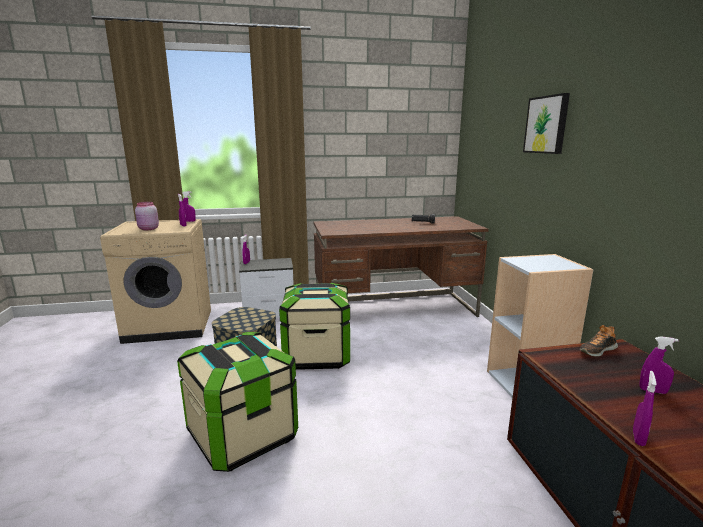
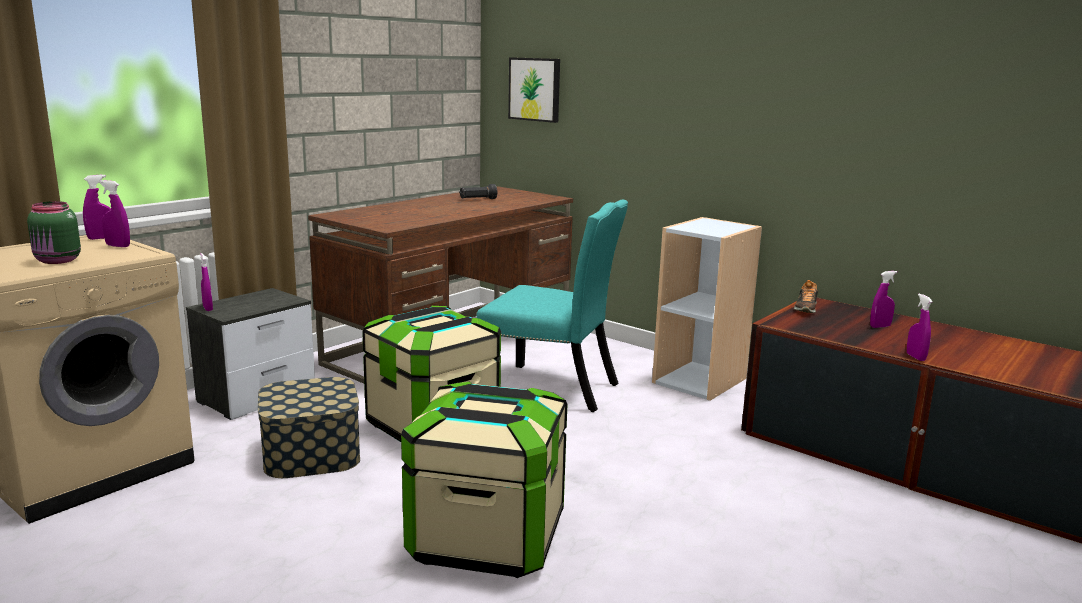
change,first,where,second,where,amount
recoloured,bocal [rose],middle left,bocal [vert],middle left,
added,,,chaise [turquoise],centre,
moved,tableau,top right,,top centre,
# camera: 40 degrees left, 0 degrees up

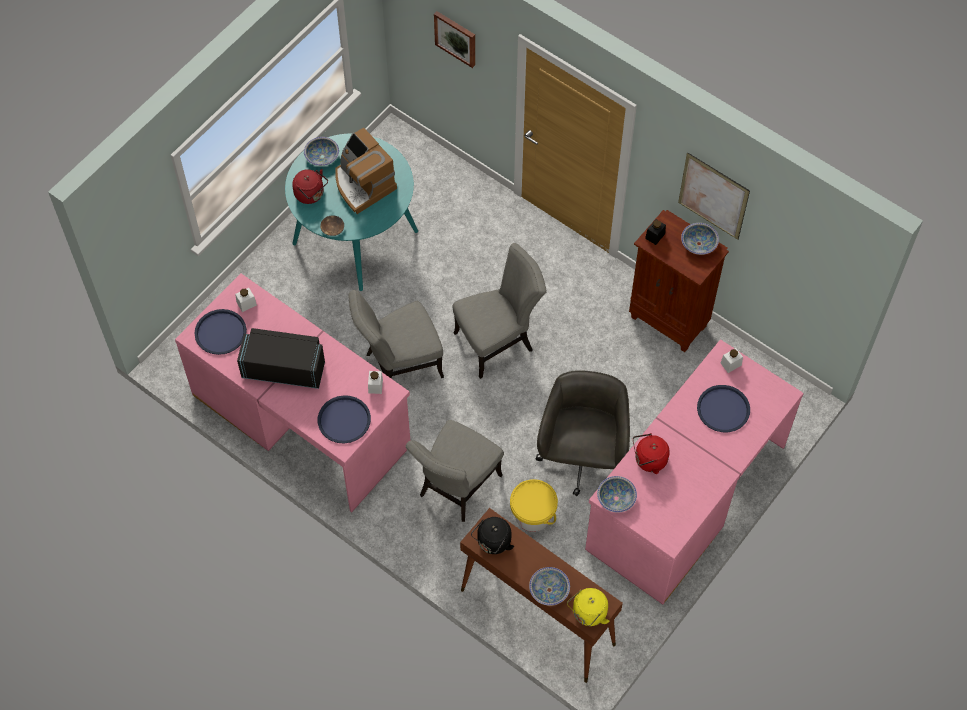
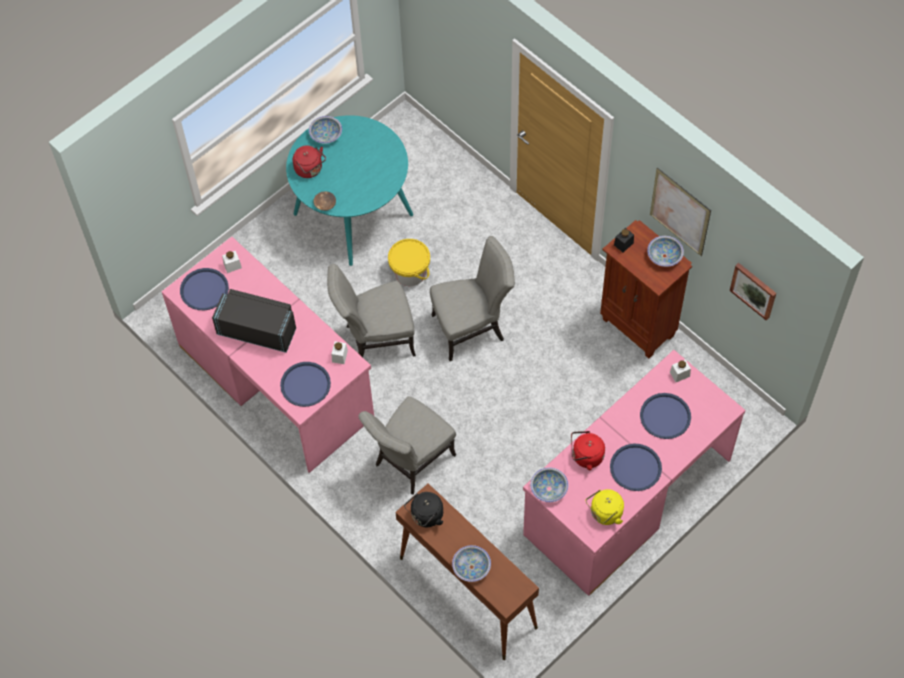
change,first,where,second,where,amount
moved,seau [jaune],bottom centre,,centre,
moved,bouilloire [jaune],bottom centre,,bottom right,
added,,,plateau [bleu] (3rd from left),bottom right,
moved,tableau (1st from left in the first image),top centre,tableau (2nd from left),middle right,
removed,machine à café,top centre,,,
removed,chaise de bureau [gris],centre,,,
# camera: 10 degrees right, 0 degrees up

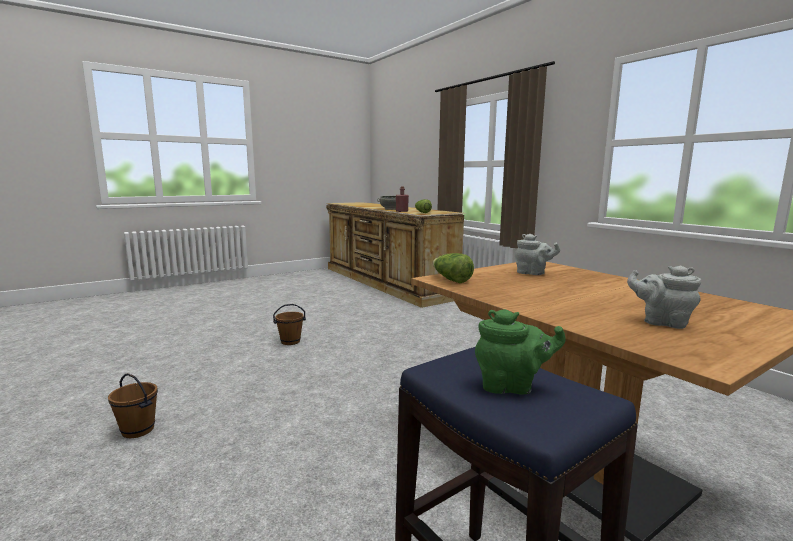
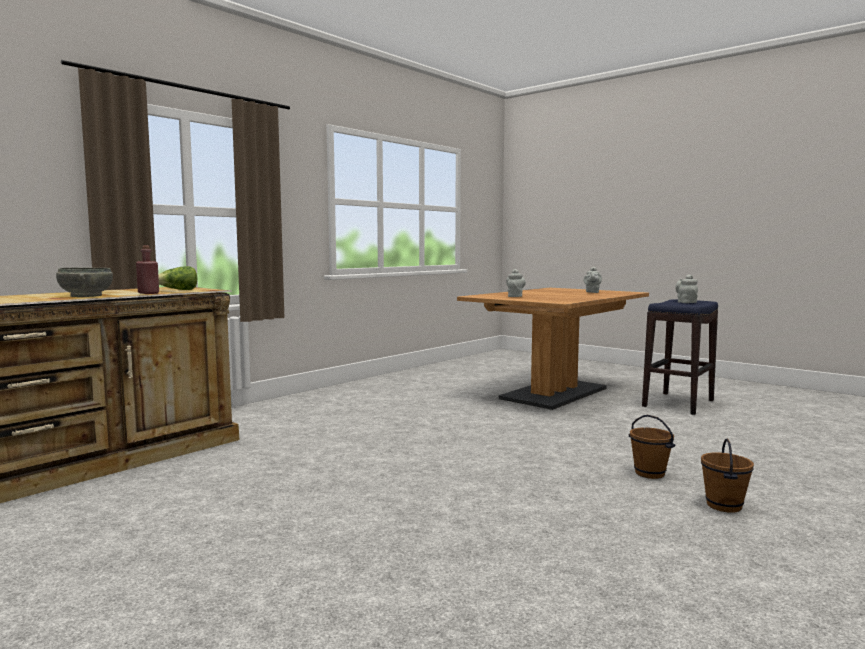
change,first,where,second,where,amount
moved,seau [marron] (2nd from left in the first image),centre,seau [marron] (1st from left),bottom right,
recoloured,théière [vert],centre,théière [gris] (3rd from left),middle right,
removed,laitue (2nd from left),centre,,,
# camera: 105 degrees left, 5 degrees down

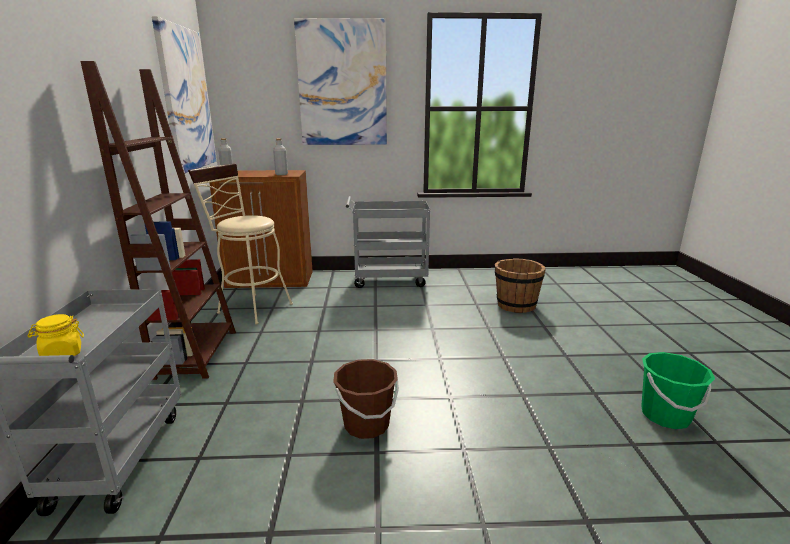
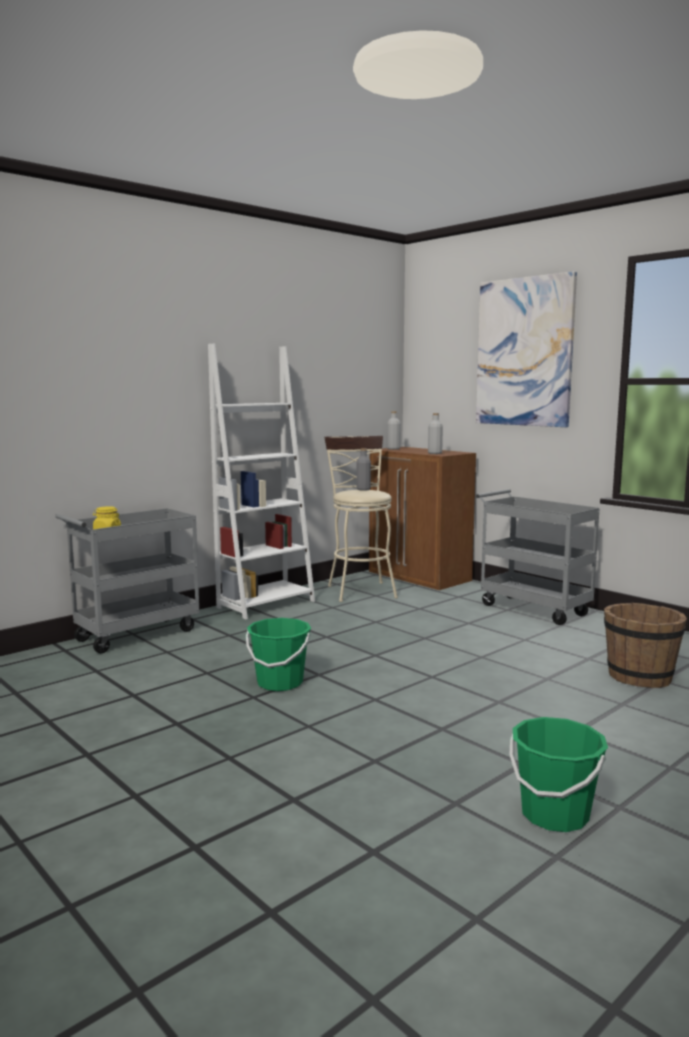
change,first,where,second,where,amount
recoloured,bibliothèque [marron],middle left,bibliothèque [blanc],centre,
recoloured,seau [marron] (1st from left),bottom centre,seau [vert] (1st from left),centre,
added,,,bouteille [gris] (1st from left),centre,
removed,tableau (1st from left),top left,,,
# camera: 50 degrees right, 10 degrees down

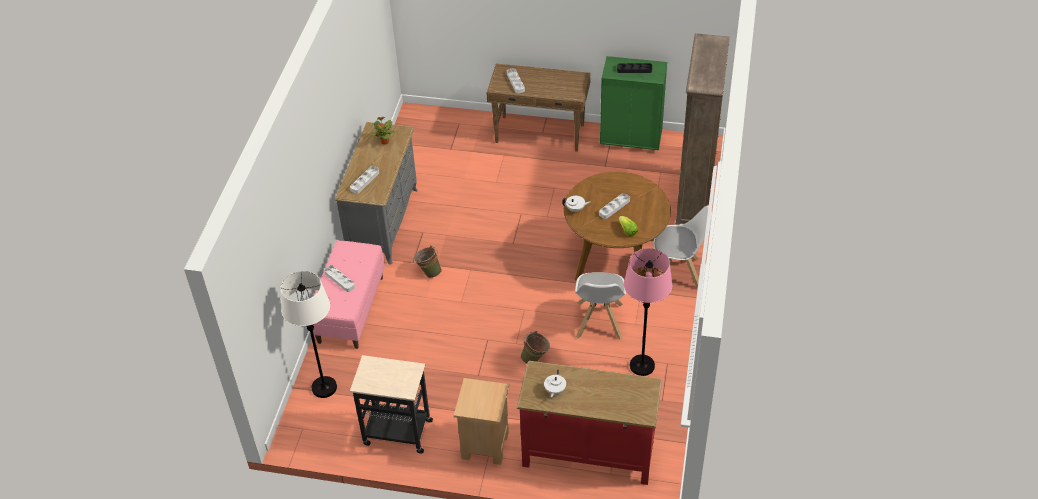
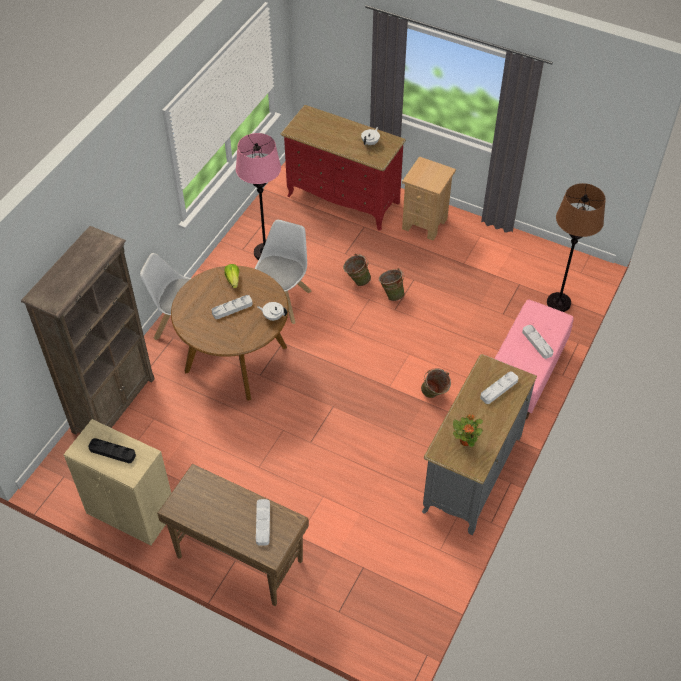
change,first,where,second,where,amount
recoloured,meuble de rangement [vert],top centre,meuble de rangement [beige],bottom left,
added,,,seau [vert] (2nd from left),centre,
recoloured,lampadaire [blanc],bottom left,lampadaire [marron],middle right,
removed,chariot,bottom centre,,,
# camera: 165 degrees left, 5 degrees up

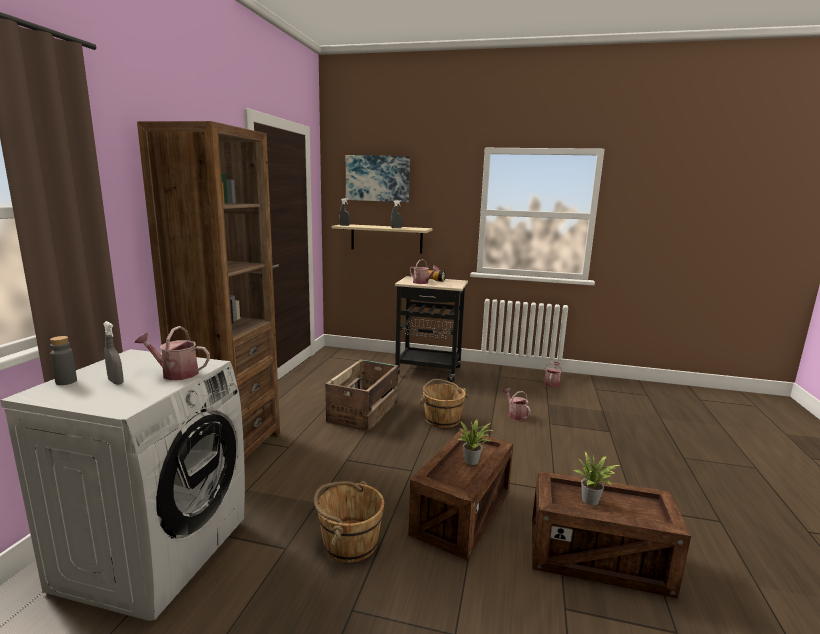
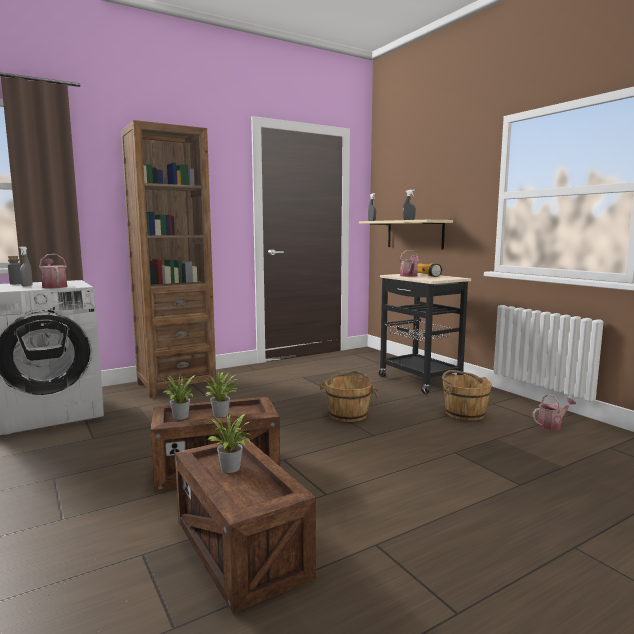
change,first,where,second,where,amount
added,,,plante en pot (1st from left),middle left,
moved,seau [marron] (1st from left in the first image),bottom centre,seau [marron] (2nd from left),middle right,
removed,caisse (1st from left),centre,,,
removed,tableau,top centre,,,
removed,arrosoir (3rd from left),centre,,,
# camera: 45 degrees right, 5 degrees down

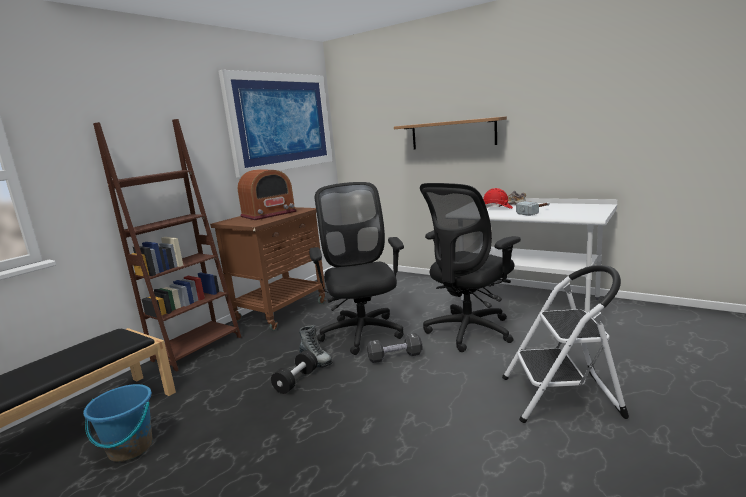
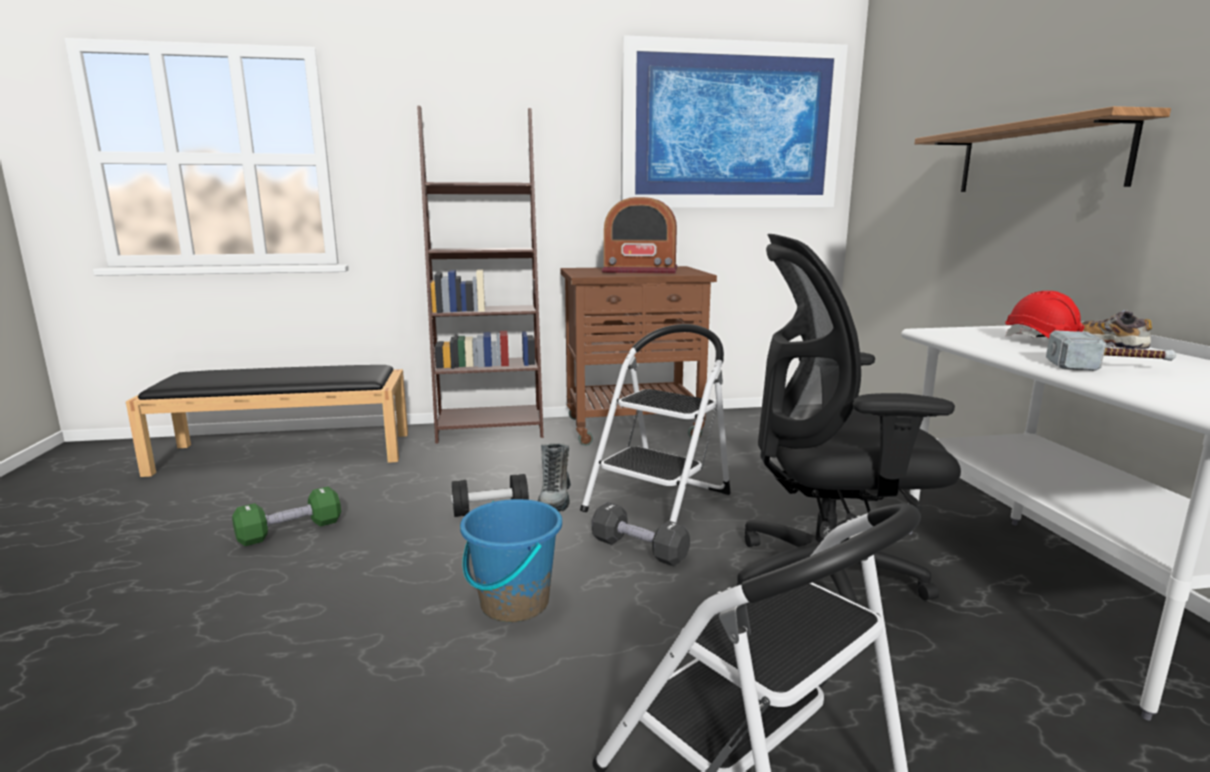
change,first,where,second,where,amount
added,,,haltère [vert],bottom left,
moved,seau [bleu],bottom left,,bottom centre,
replaced,chaise de bureau [noir] (1st from left),centre,escabeau (1st from left),centre,
# camera: 45 degrees right, 0 degrees up

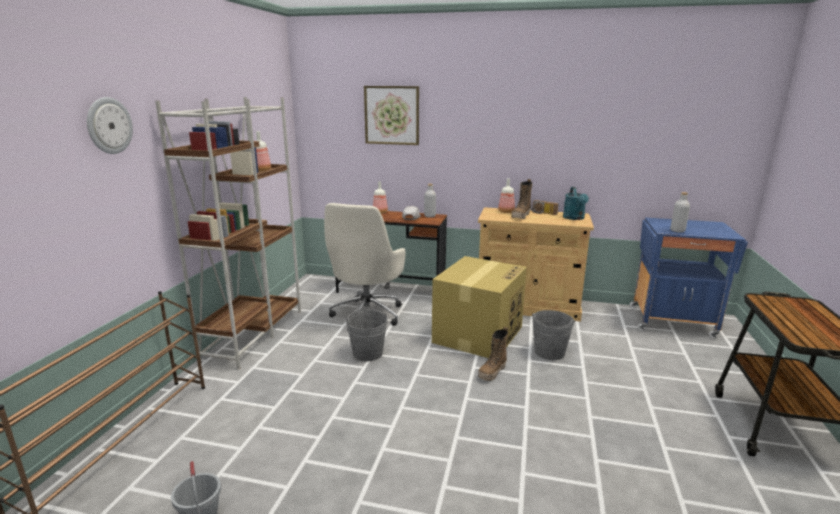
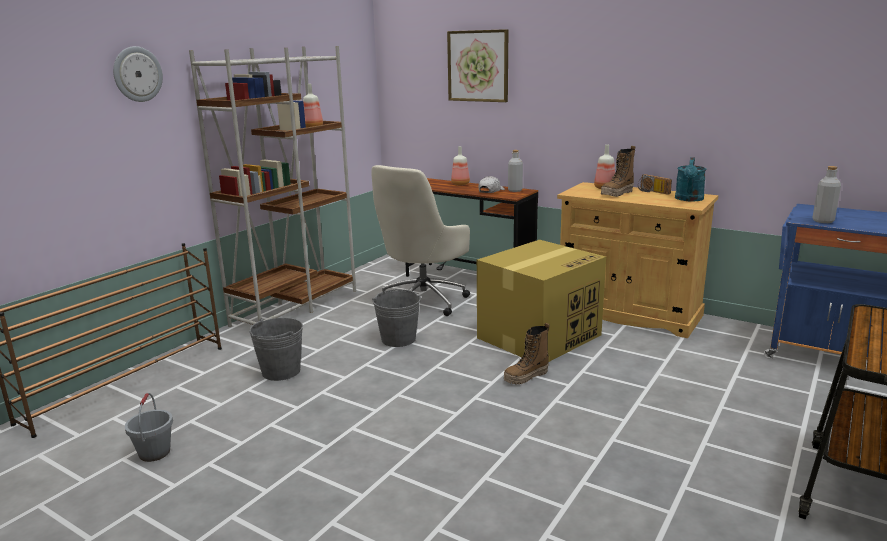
change,first,where,second,where,amount
moved,seau [gris] (3rd from left in the first image),centre,seau [gris] (2nd from left),middle left,
# camera: 20 degrees right, 0 degrees up

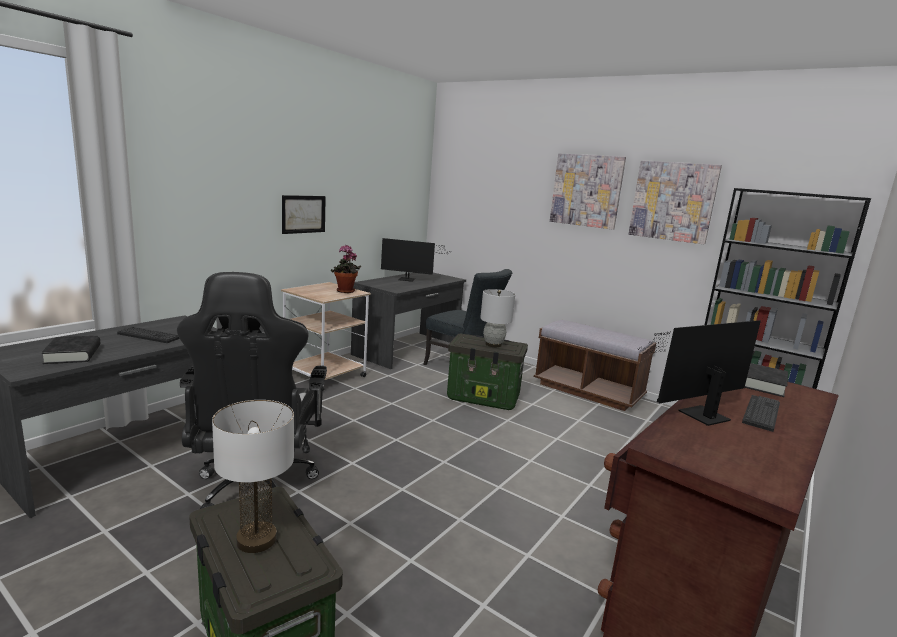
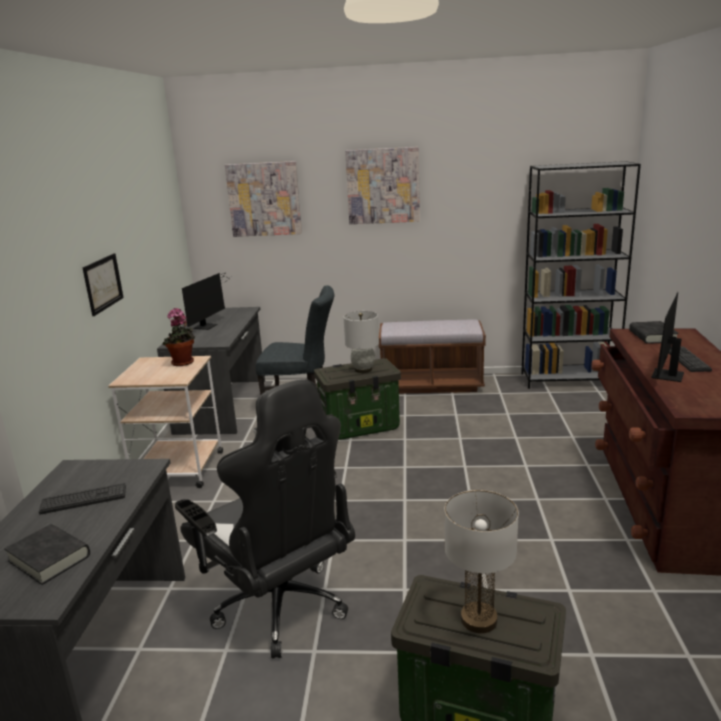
change,first,where,second,where,amount
turned,écran d'ordinateur (1st from left),centre,,middle left,45 degrees counterclockwise
moved,tableau (3rd from left in the first image),top right,tableau (2nd from left),top centre,
# camera: 30 degrees left, 5 degrees up

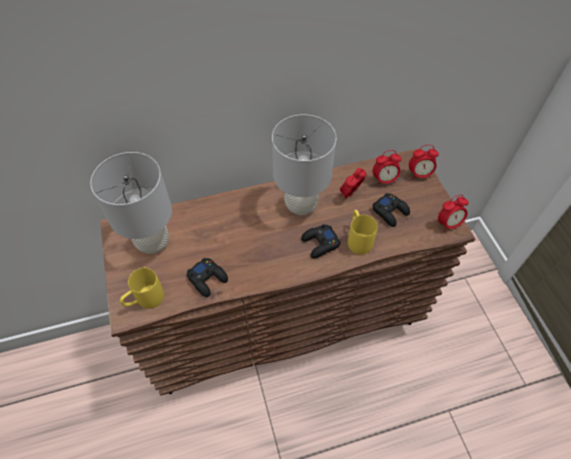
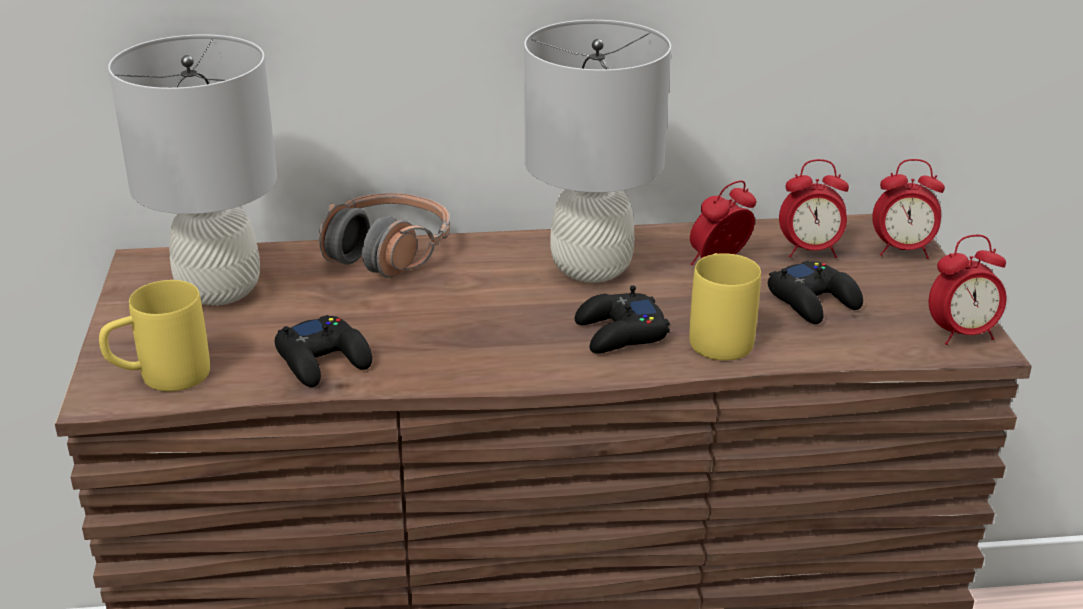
change,first,where,second,where,amount
added,,,casque audio,centre,
# camera: 10 degrees right, 25 degrees down

